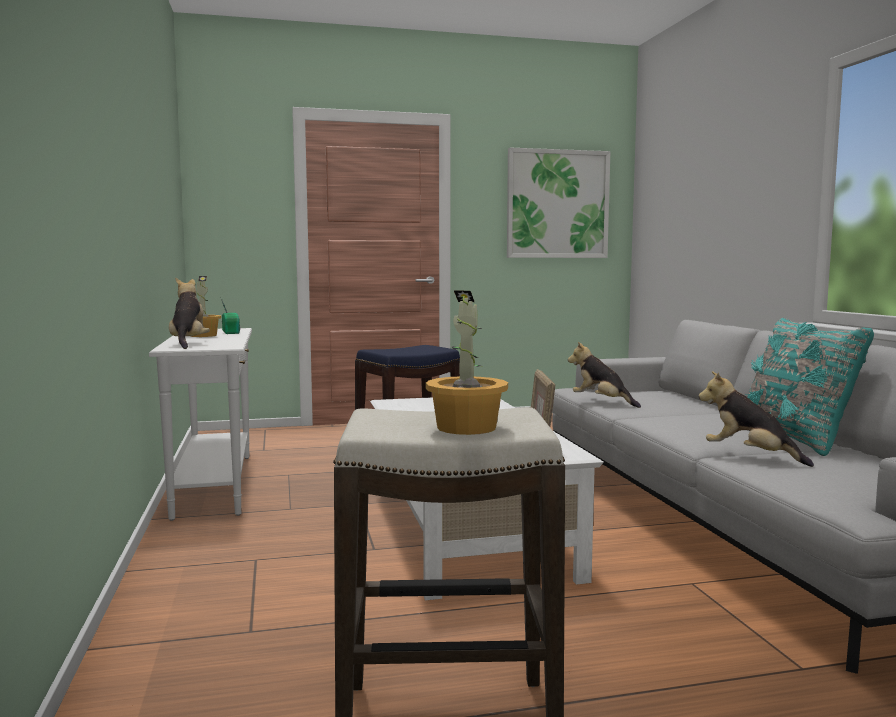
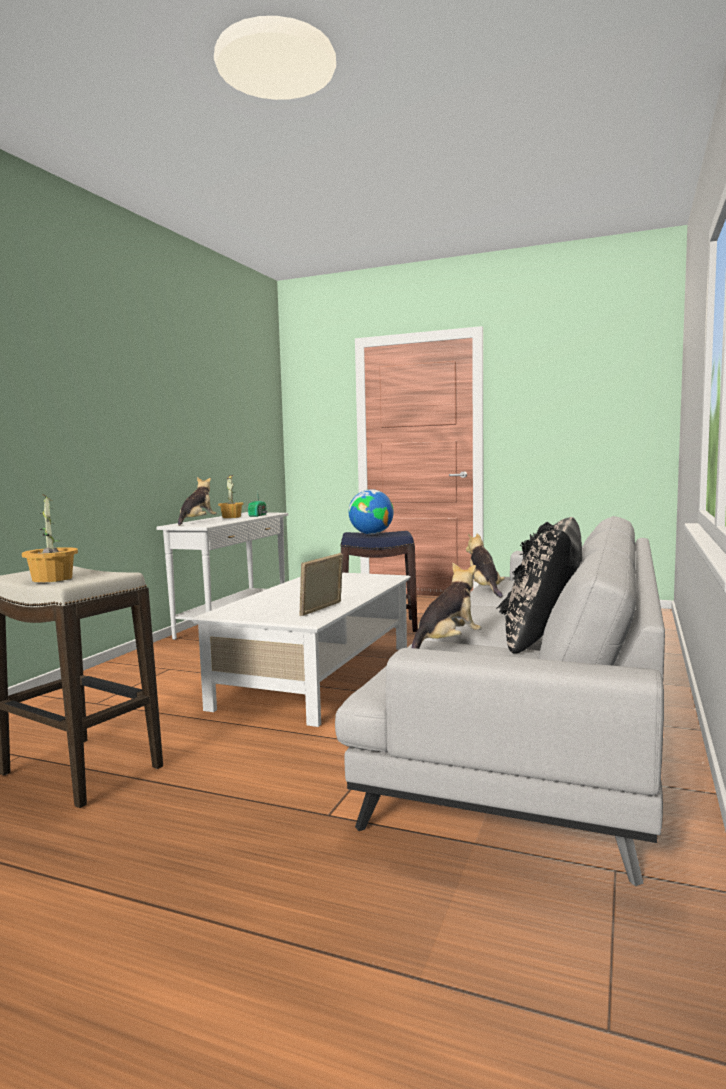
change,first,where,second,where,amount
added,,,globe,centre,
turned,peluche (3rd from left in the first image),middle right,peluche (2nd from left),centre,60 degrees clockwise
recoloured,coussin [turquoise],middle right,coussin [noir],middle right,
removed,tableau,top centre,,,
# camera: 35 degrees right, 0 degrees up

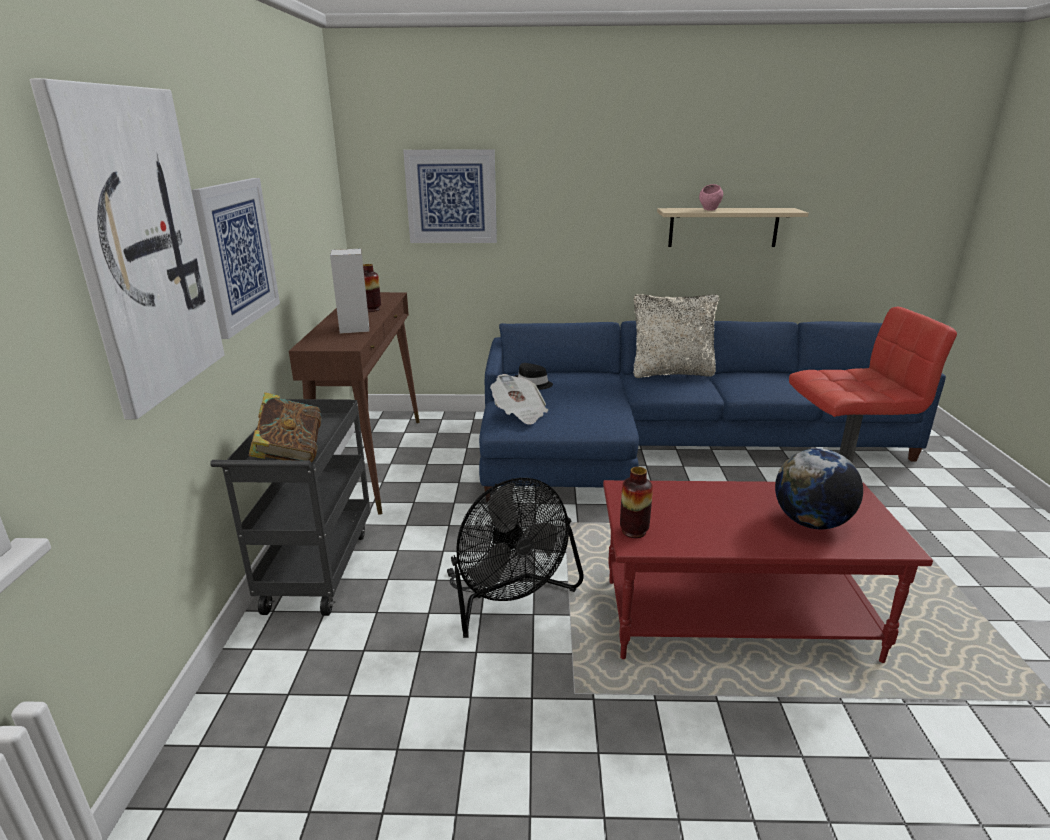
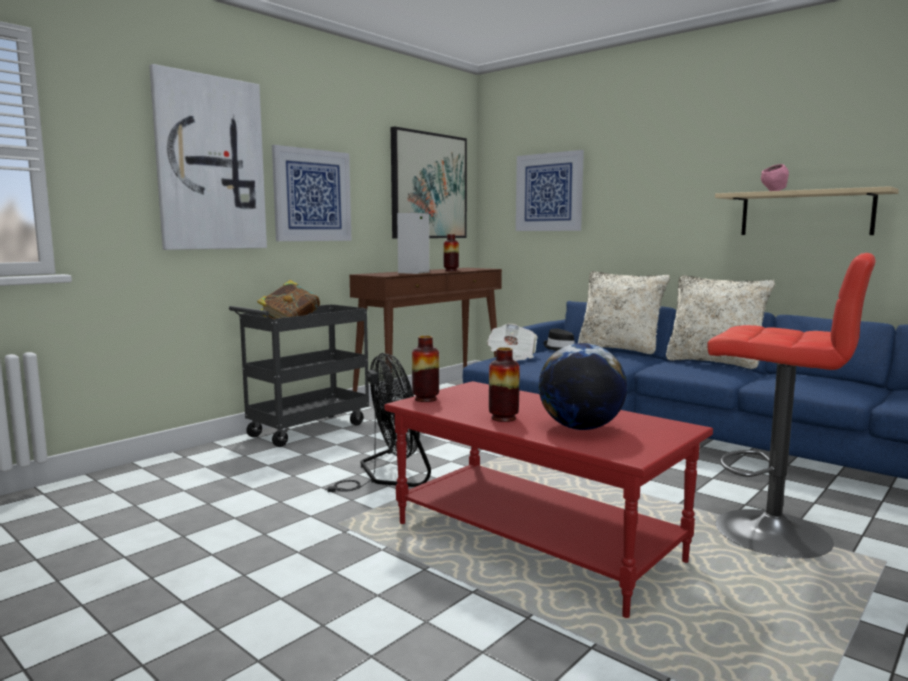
change,first,where,second,where,amount
turned,ventilateur [noir],centre,,centre,120 degrees counterclockwise
added,,,tableau (3rd from left),top centre,
added,,,vase (3rd from left),centre,
added,,,coussin [beige] (1st from left),middle right,
# camera: 40 degrees right, 15 degrees down

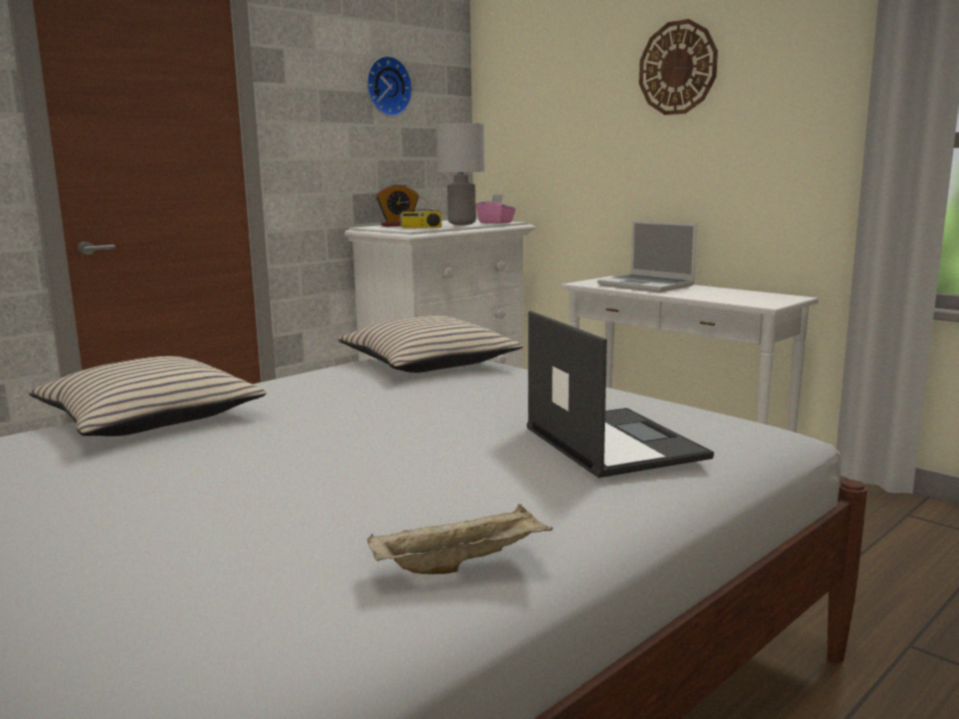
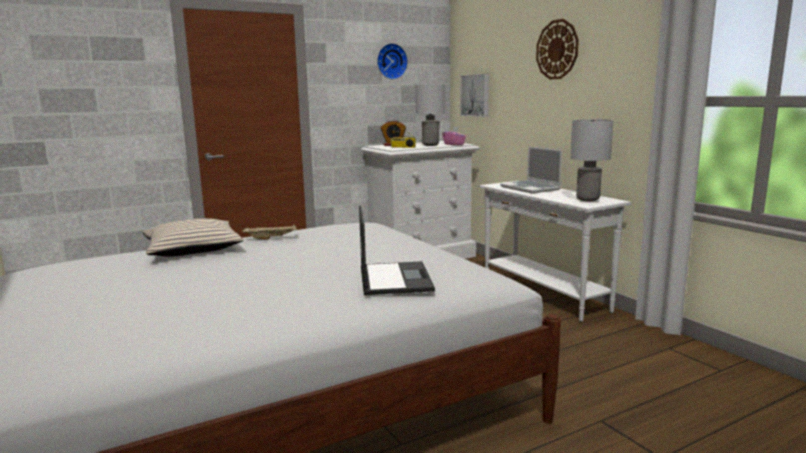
change,first,where,second,where,amount
moved,plateau [beige],bottom centre,,centre,
added,,,tableau,top centre,
added,,,lampe de table [gris] (2nd from left),middle right,
removed,coussin [beige] (2nd from left),centre,,,
# camera: 15 degrees right, 0 degrees up

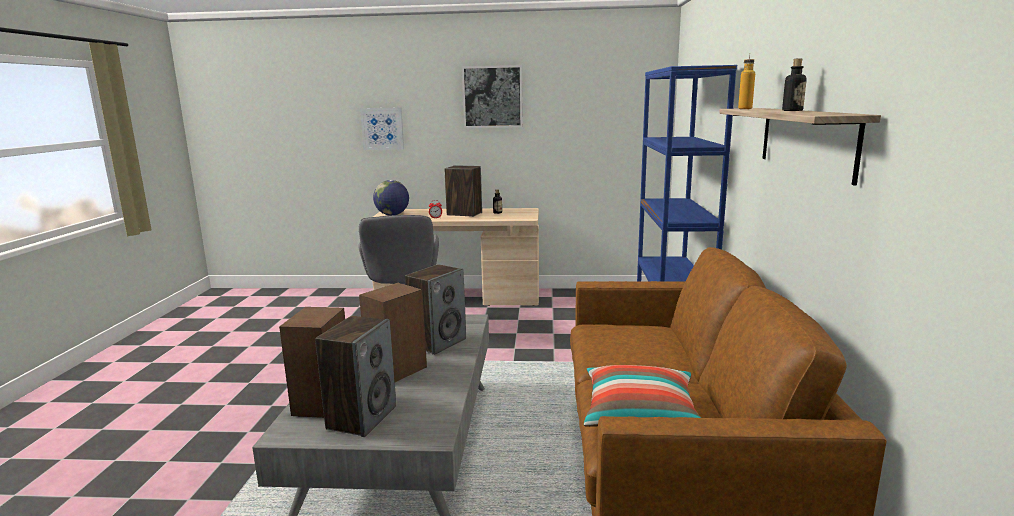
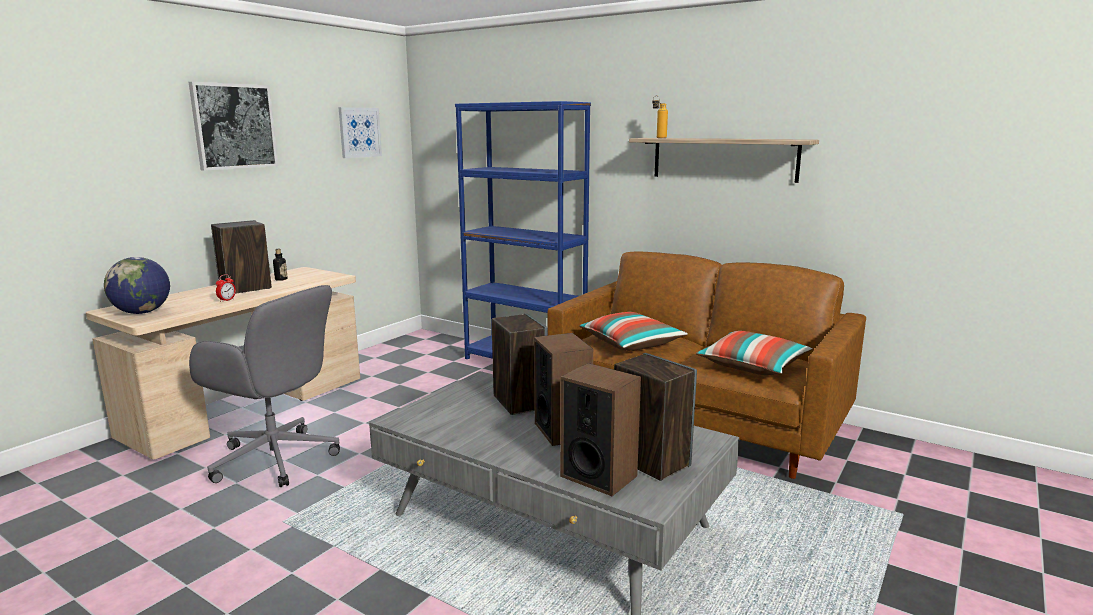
change,first,where,second,where,amount
moved,tableau (1st from left in the first image),top centre,tableau (2nd from left),top left,
added,,,coussin (1st from left),centre,
removed,bouteille (3rd from left),top right,,,
# camera: 60 degrees left, 0 degrees up

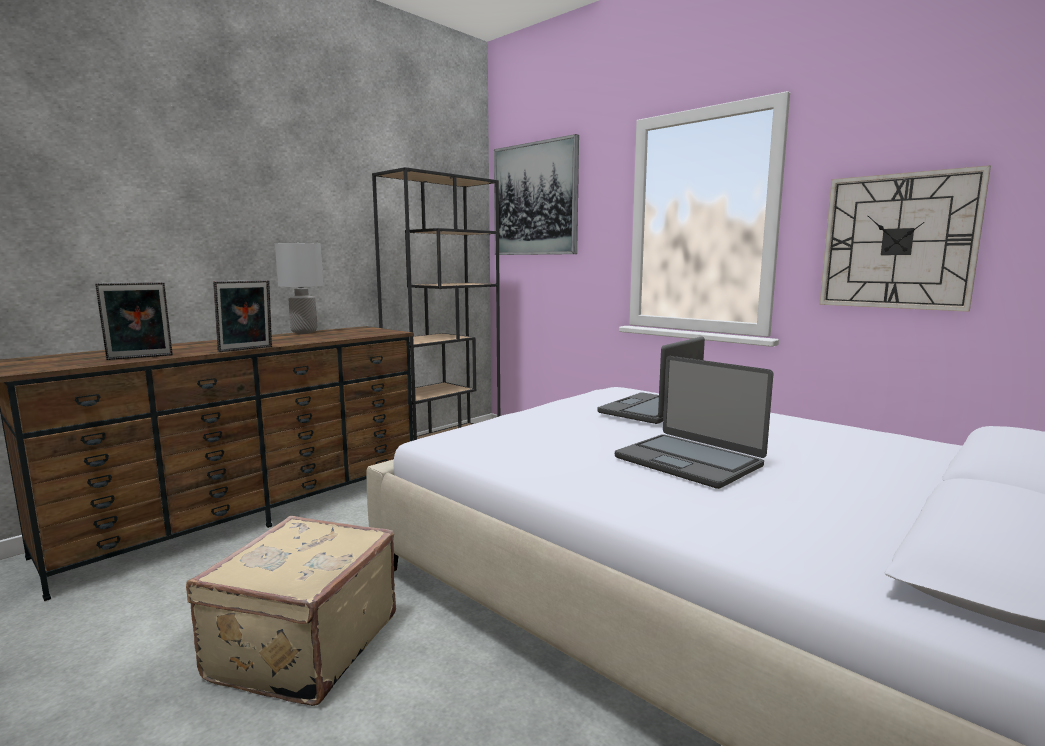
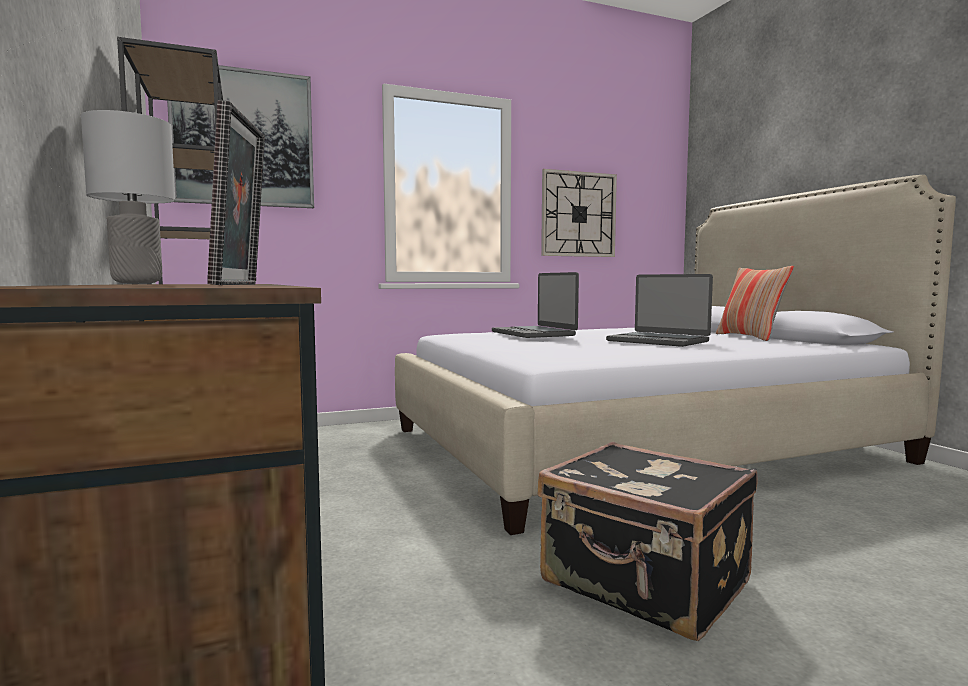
change,first,where,second,where,amount
recoloured,valise [beige],bottom left,valise [noir],bottom right,
turned,ordinateur portable (2nd from left),centre,,middle right,60 degrees clockwise
added,,,coussin,middle right,
removed,cadre photo (2nd from left),middle left,,,
# camera: 65 degrees left, 5 degrees down

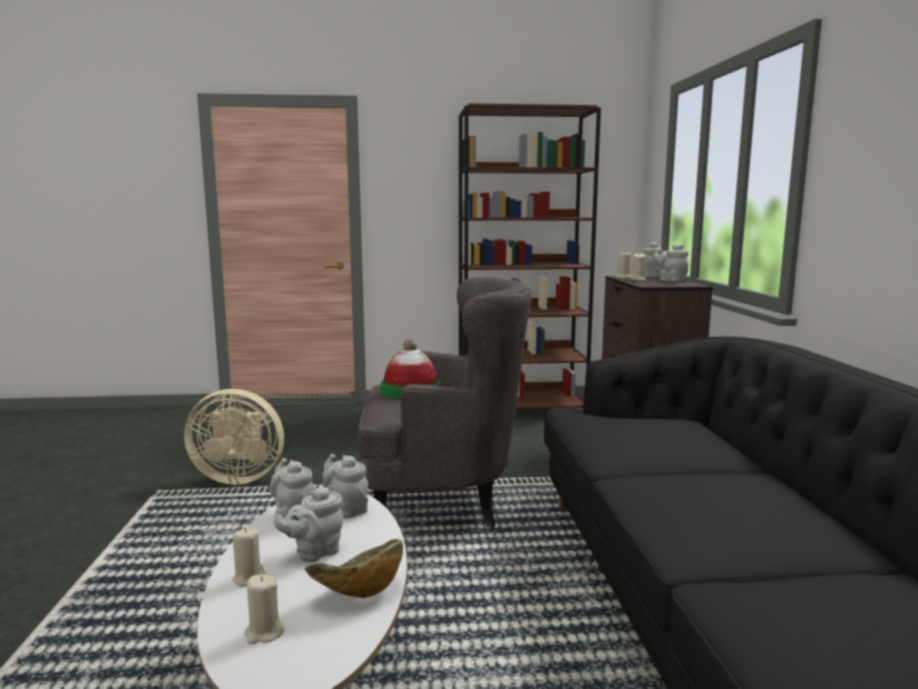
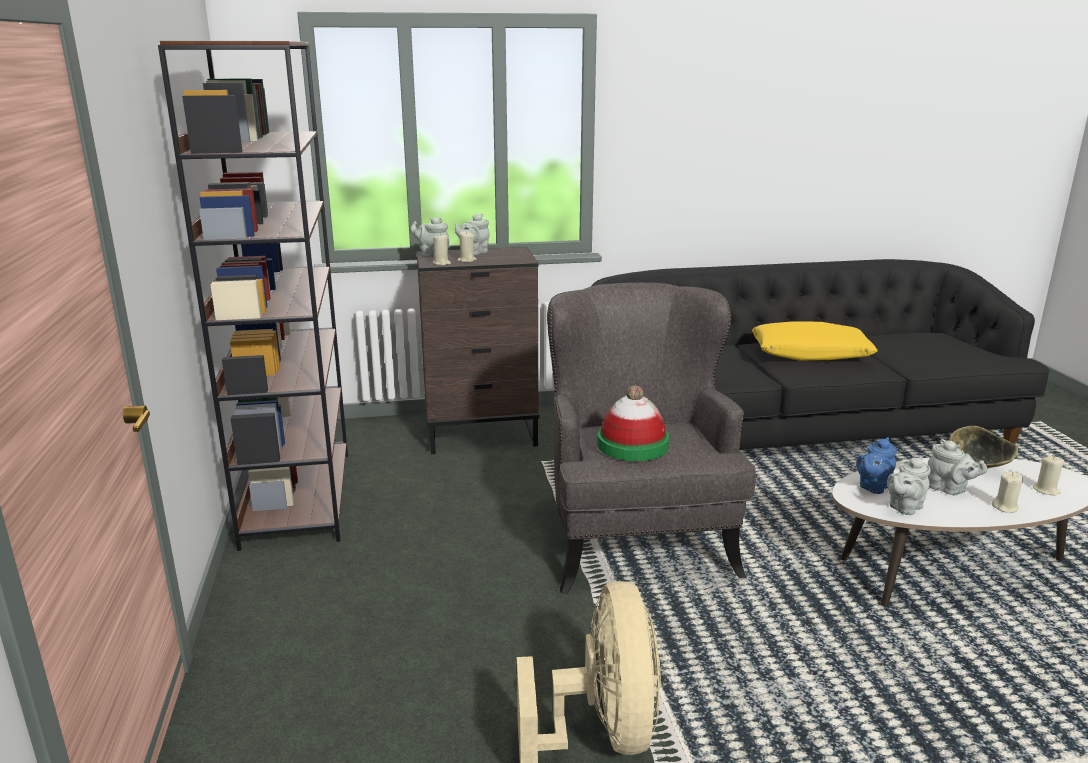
change,first,where,second,where,amount
added,,,coussin [jaune],middle right,
recoloured,théière [gris] (3rd from left),bottom centre,théière [bleu],middle right,
# camera: 95 degrees left, 10 degrees up

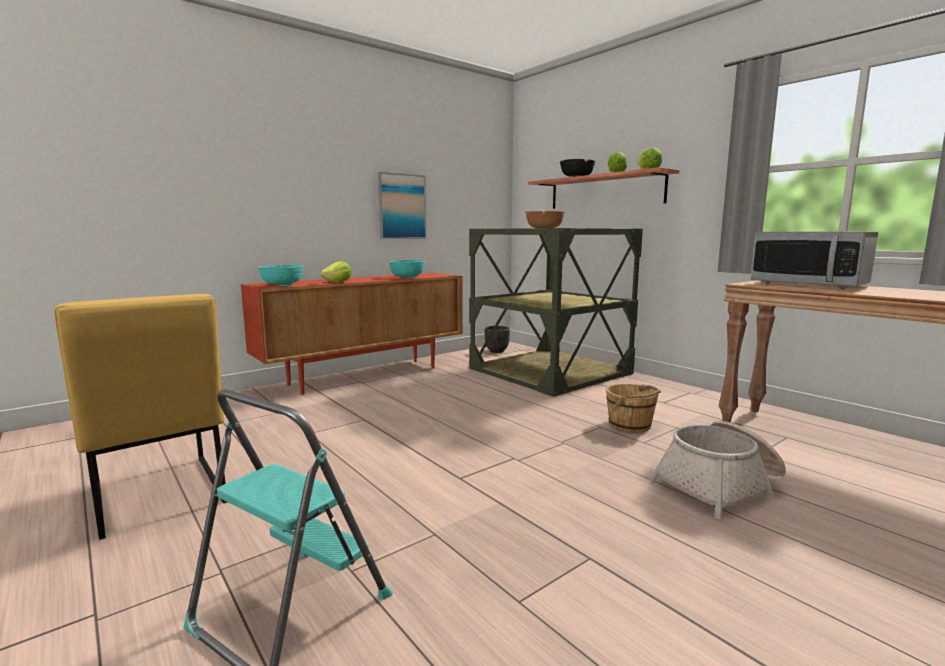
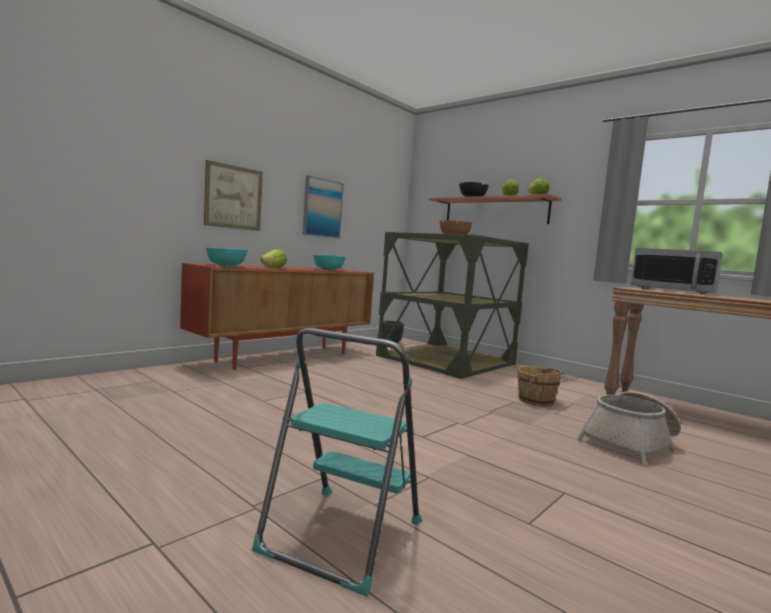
change,first,where,second,where,amount
added,,,tableau (1st from left),top left,
removed,chaise [jaune],middle left,,,
# camera: 10 degrees left, 5 degrees down

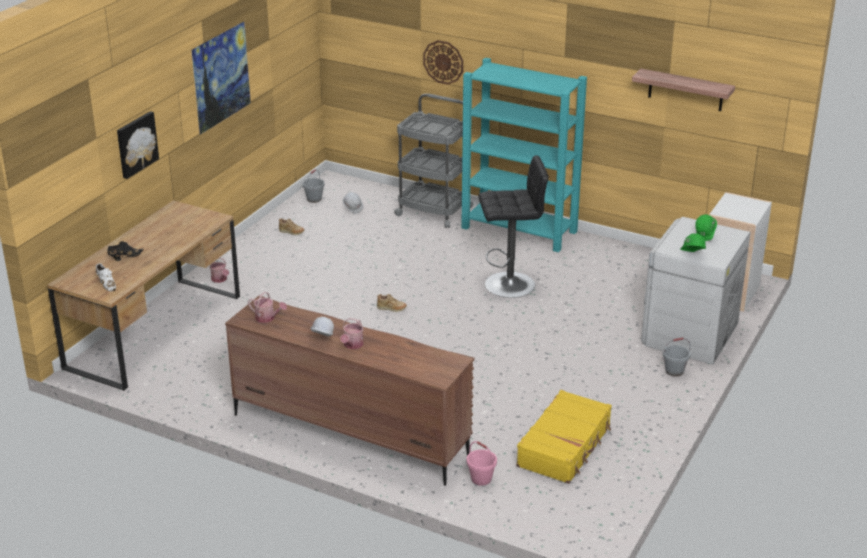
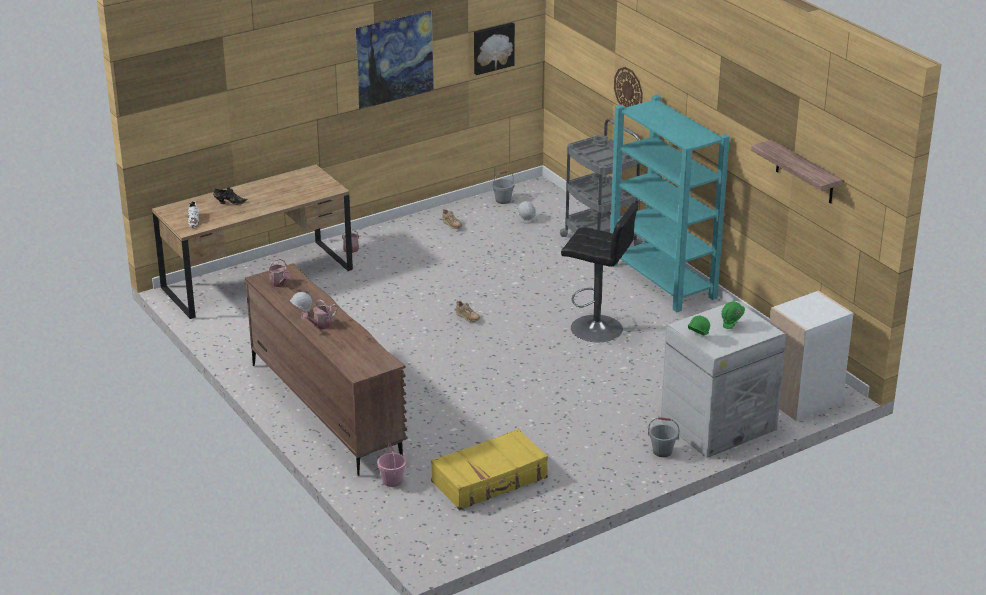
change,first,where,second,where,amount
moved,tableau (1st from left in the first image),top left,tableau (2nd from left),top centre,
# camera: 30 degrees right, 0 degrees up

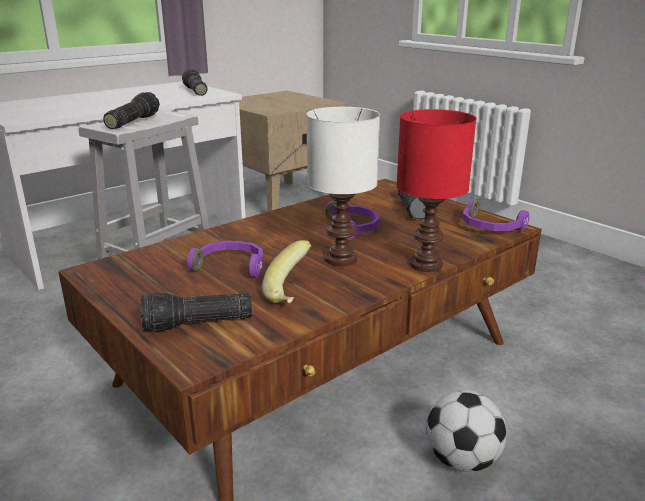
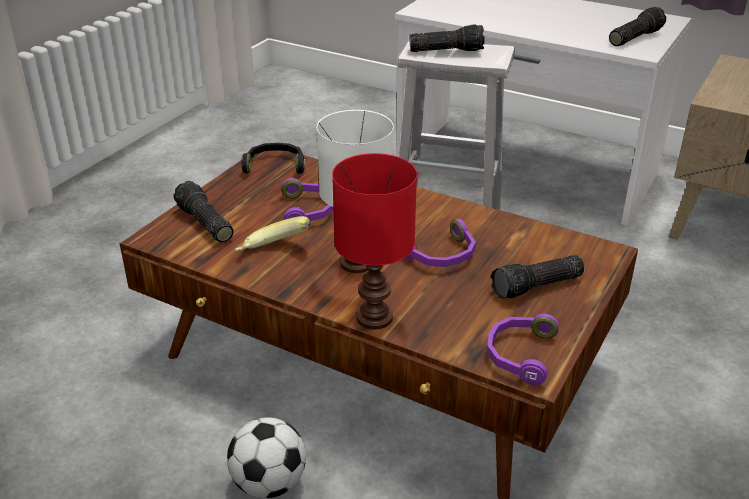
change,first,where,second,where,amount
added,,,casque audio [noir],top centre,
# camera: 70 degrees right, 10 degrees up

